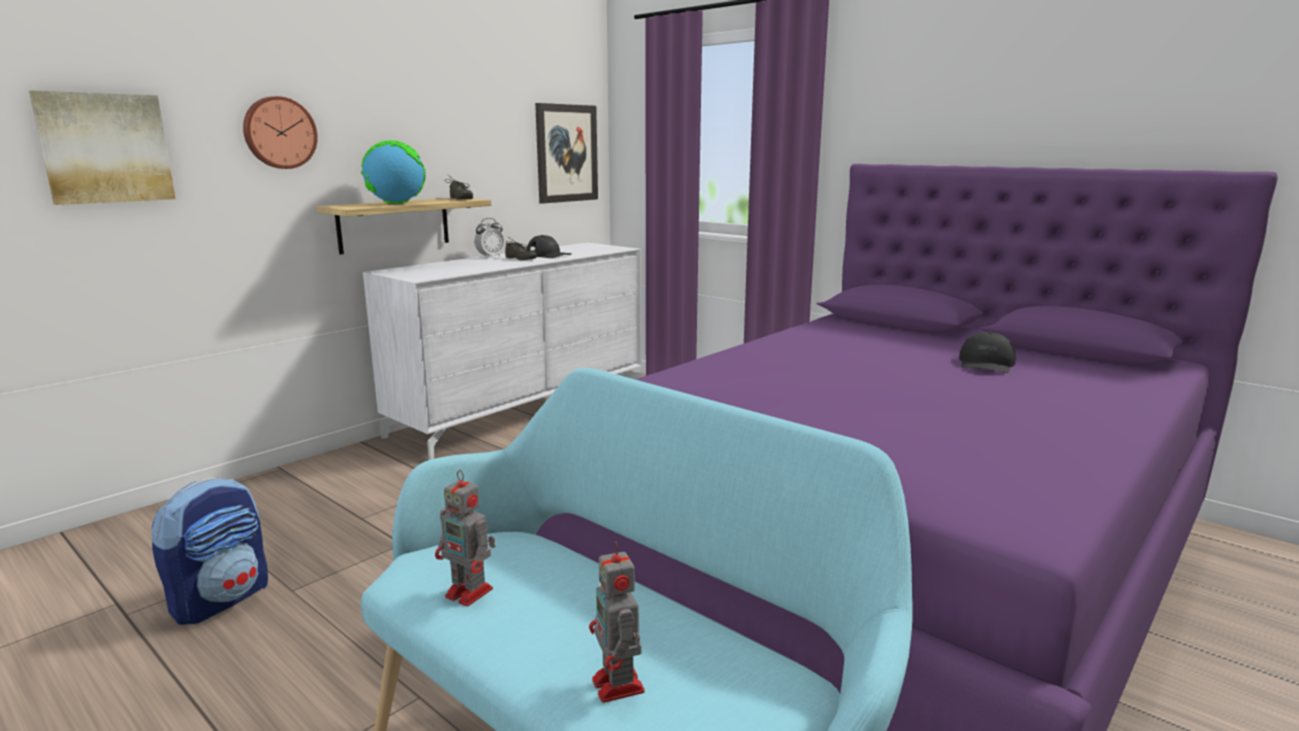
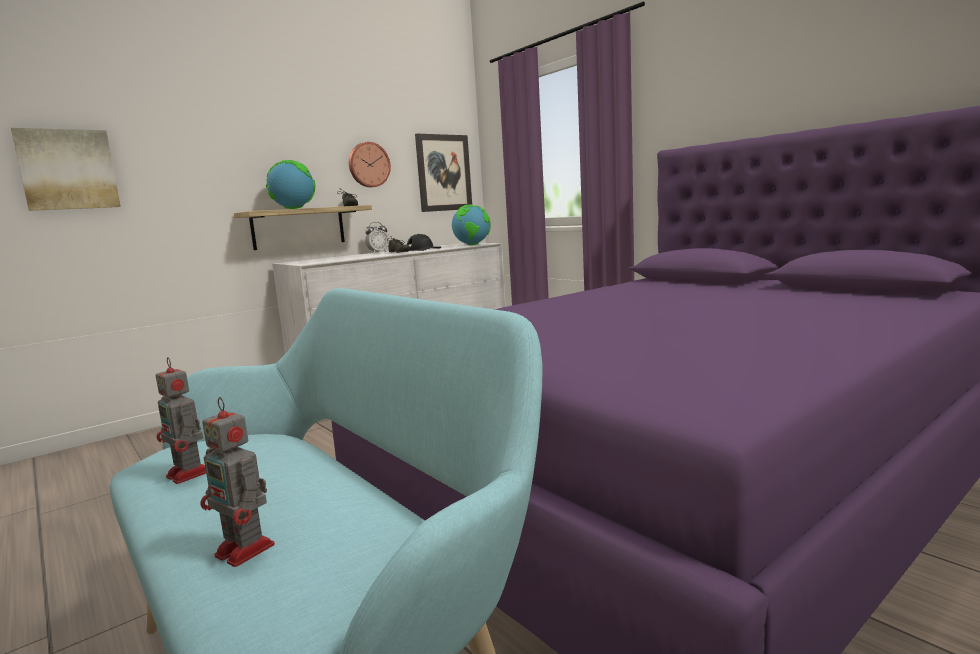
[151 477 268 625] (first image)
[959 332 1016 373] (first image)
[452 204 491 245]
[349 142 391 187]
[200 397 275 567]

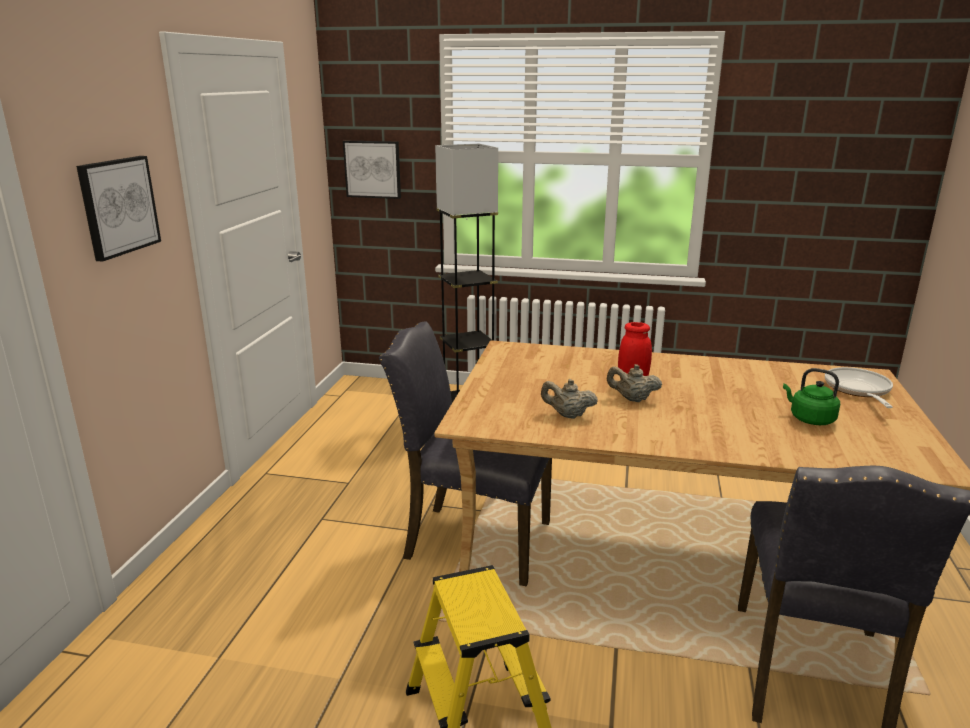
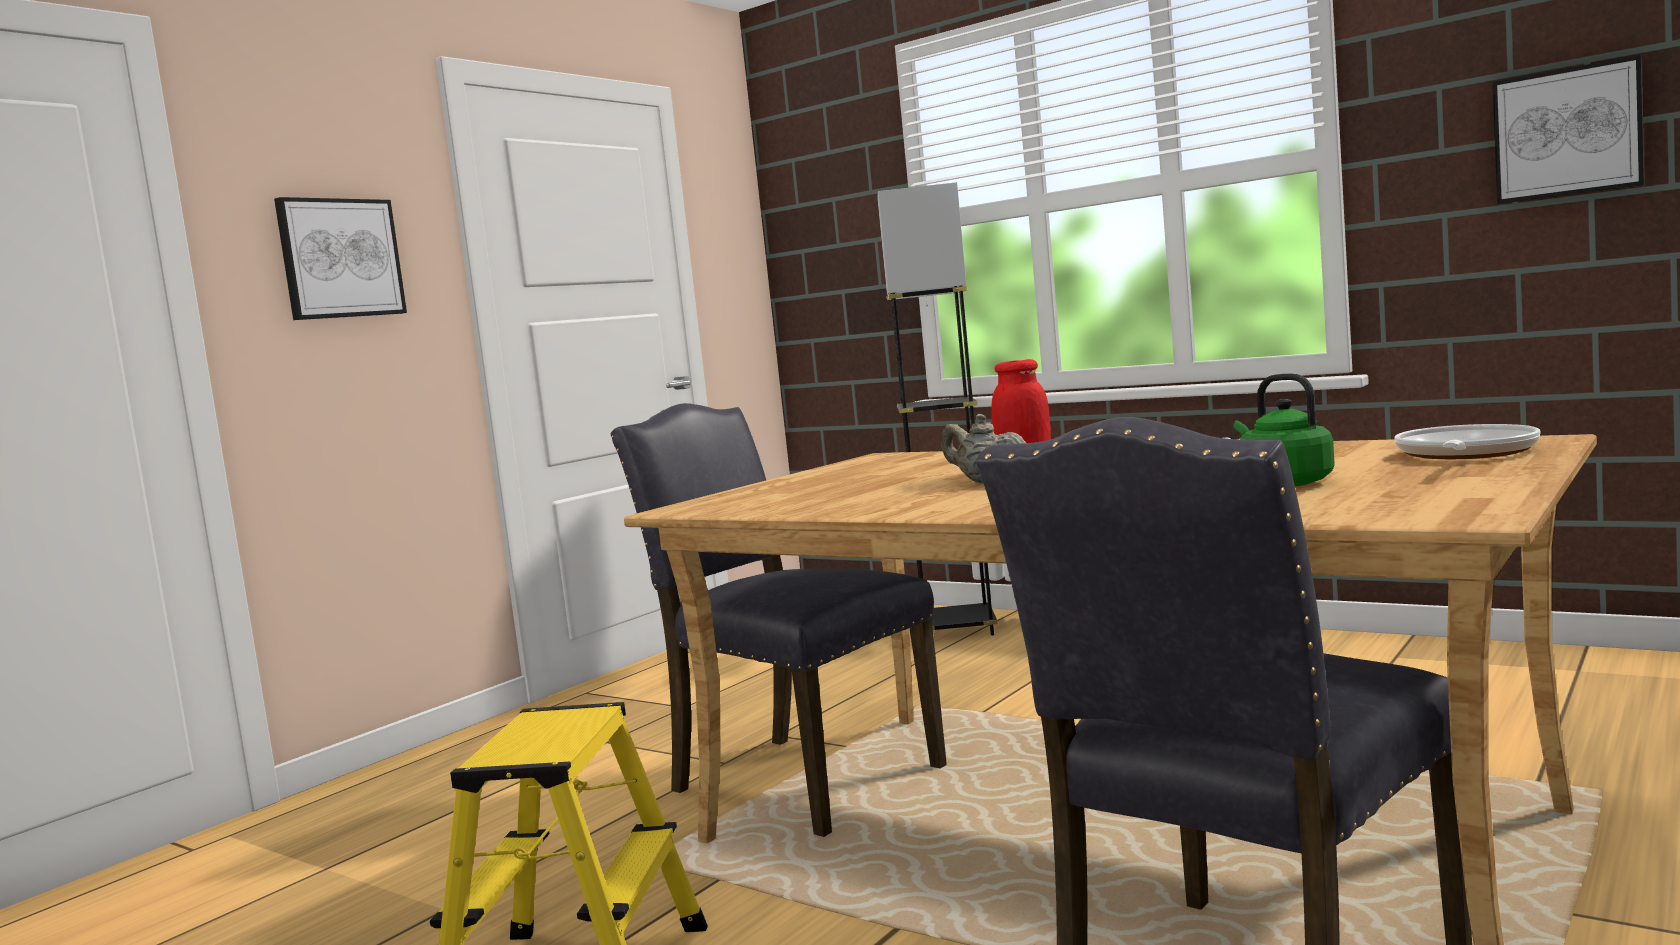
[541 379 598 419] (first image)
[1493 55 1644 204]

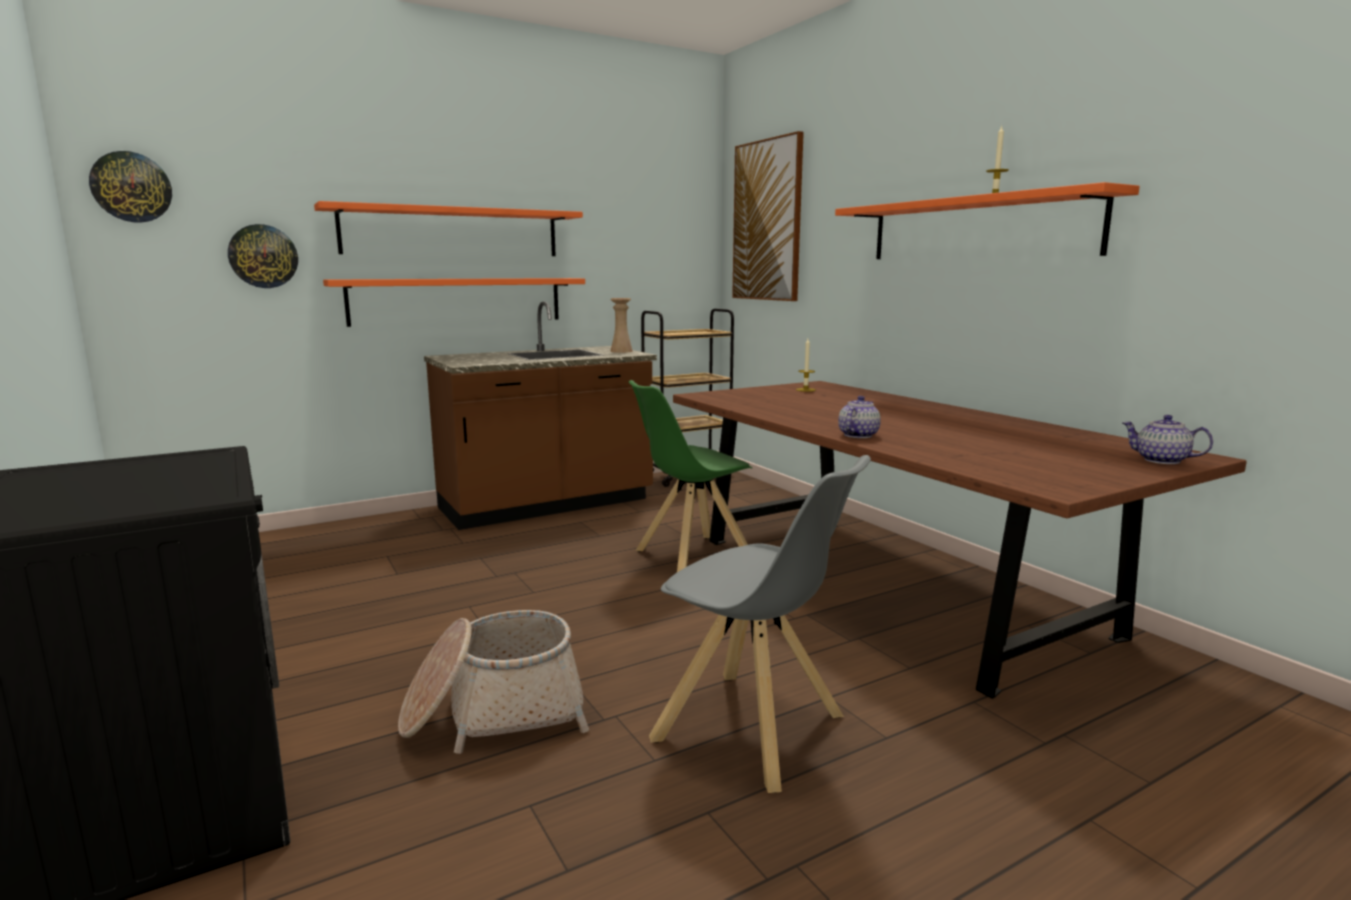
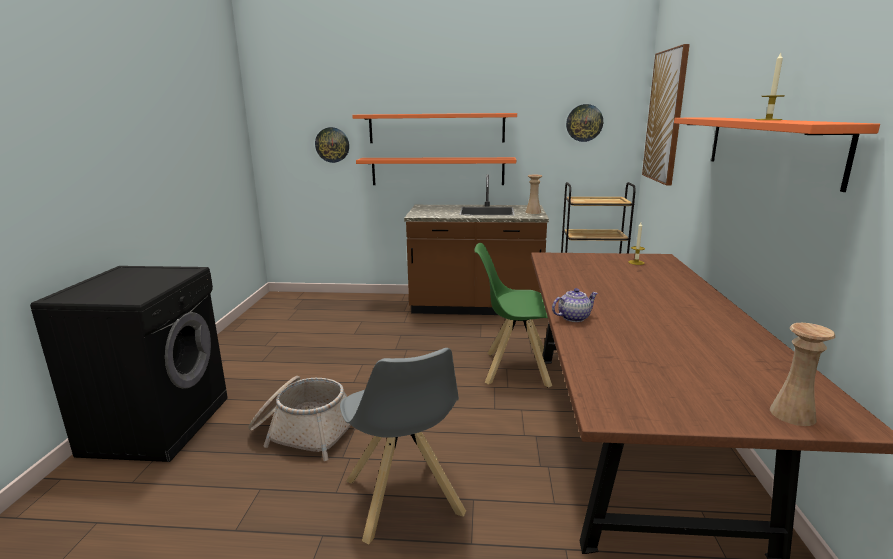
[566 104 603 142]
[770 323 835 426]

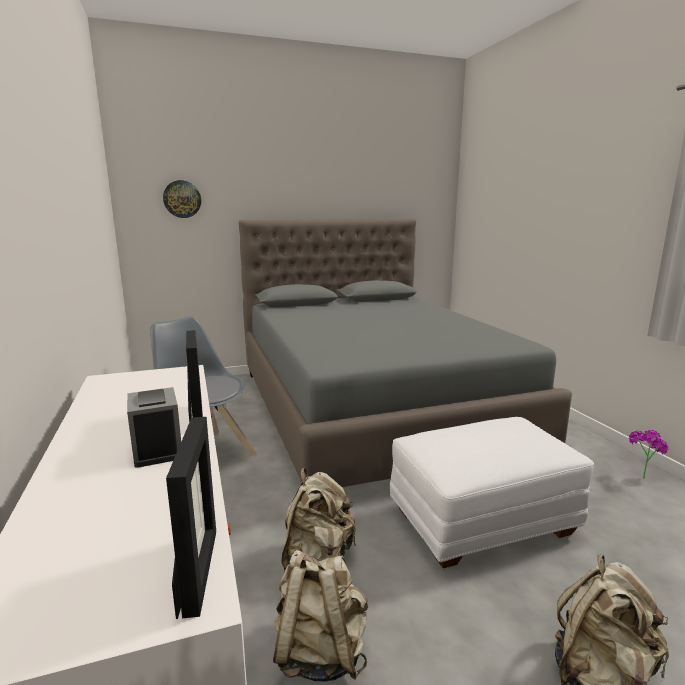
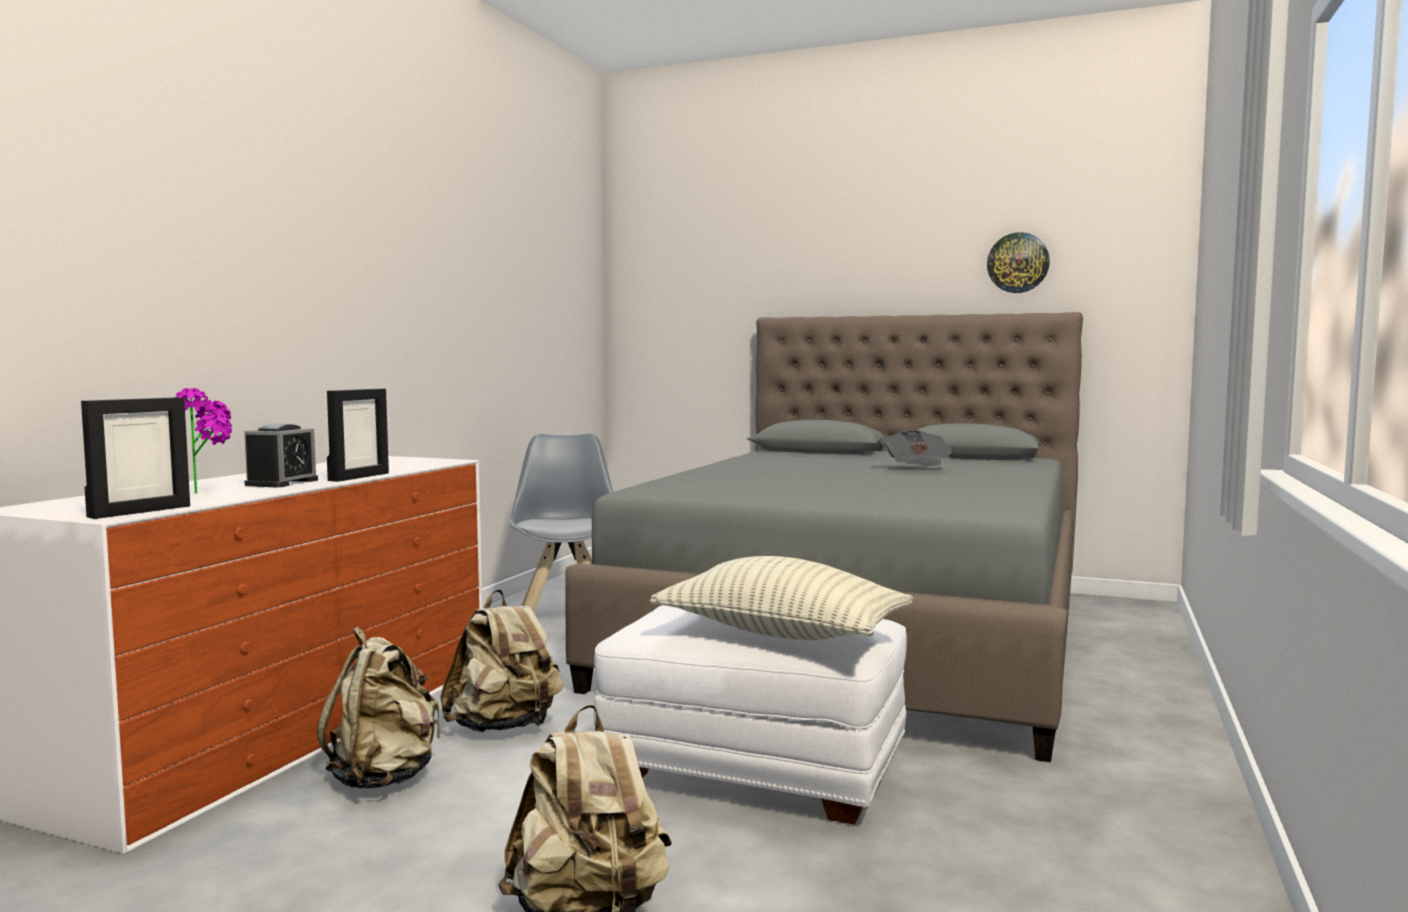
[650 556 913 640]
[880 430 953 466]
[987 232 1050 293]
[176 388 232 494]

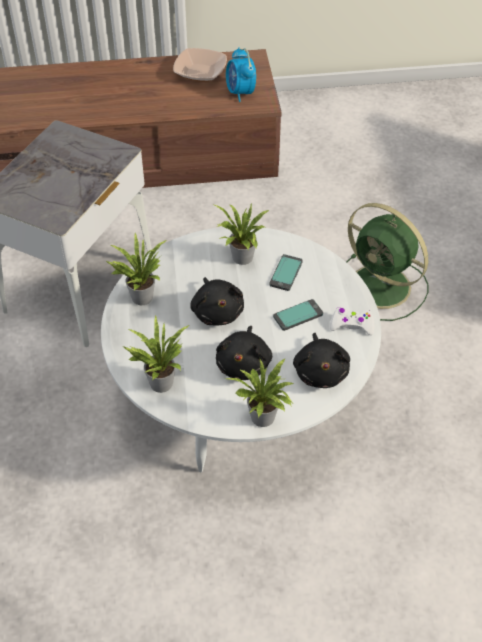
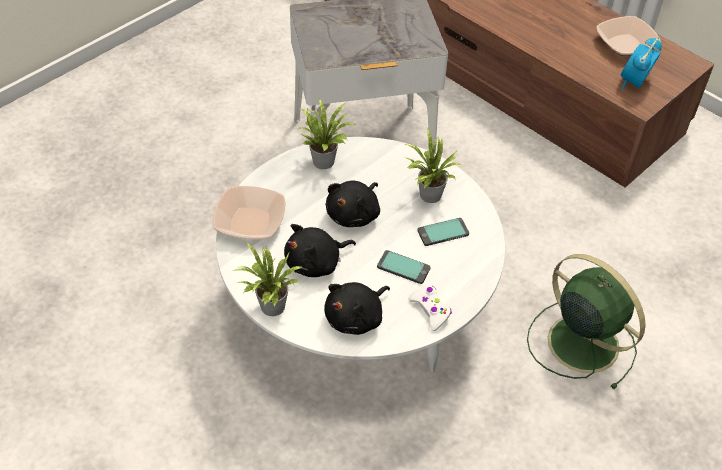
[212 186 286 239]
[527 254 646 389]

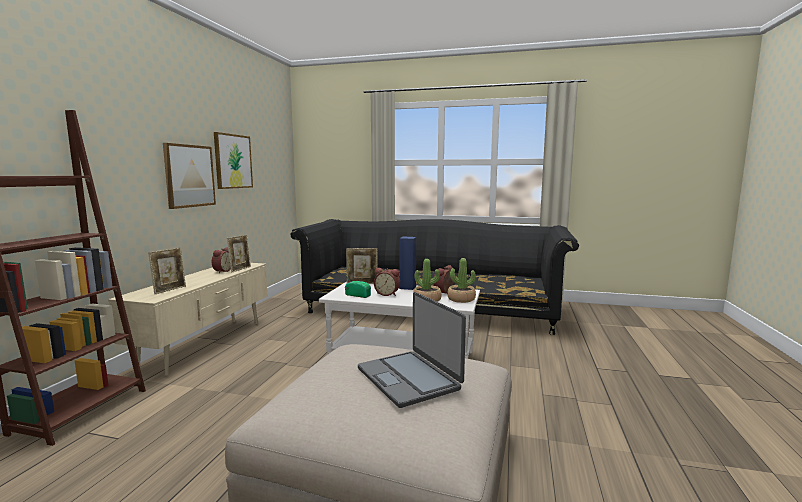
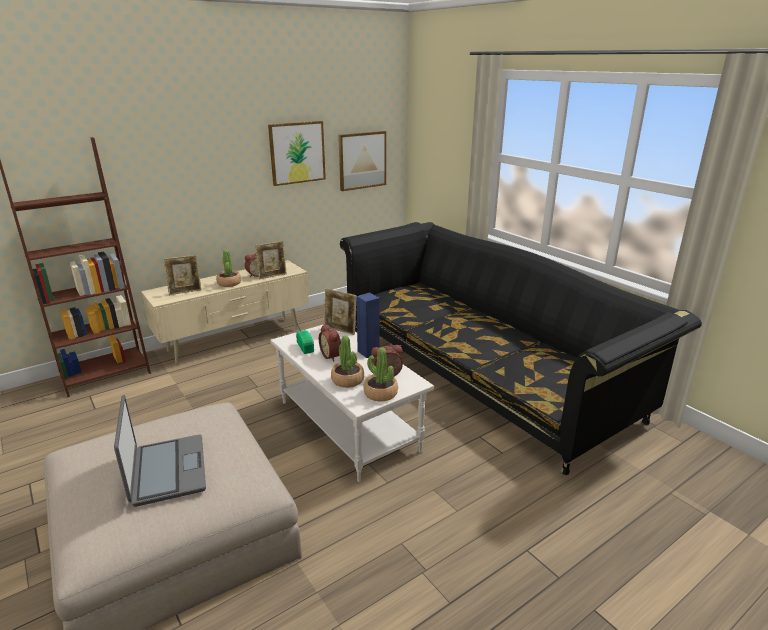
[216 249 241 287]
[338 131 386 191]
[114 395 206 507]

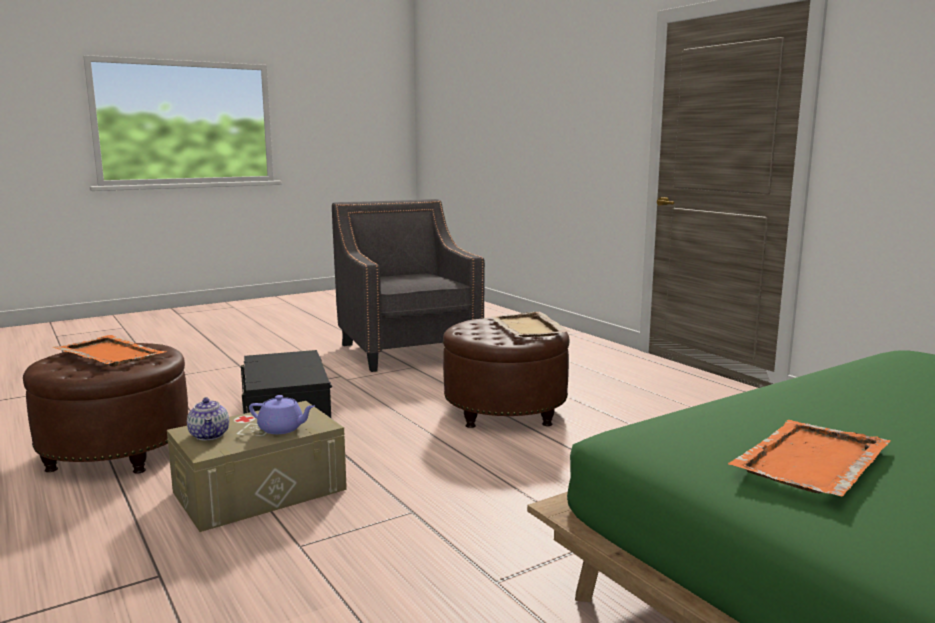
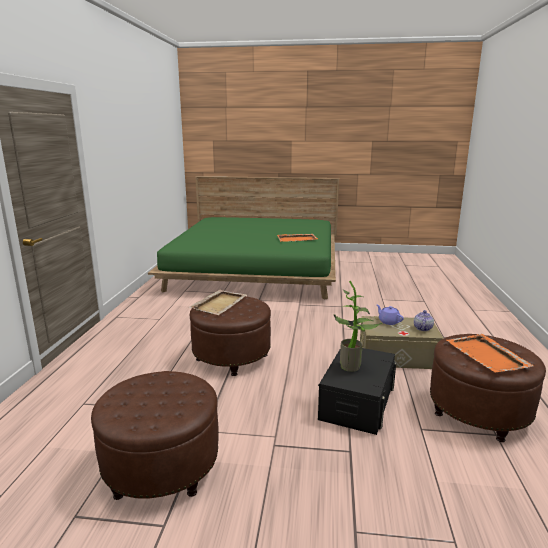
[334 281 382 372]
[91 371 219 500]

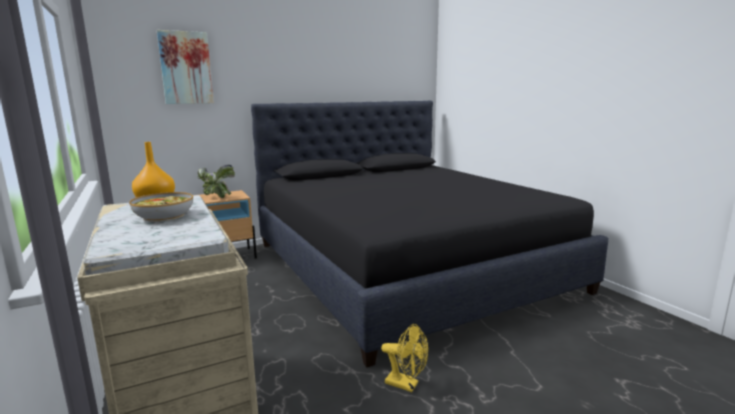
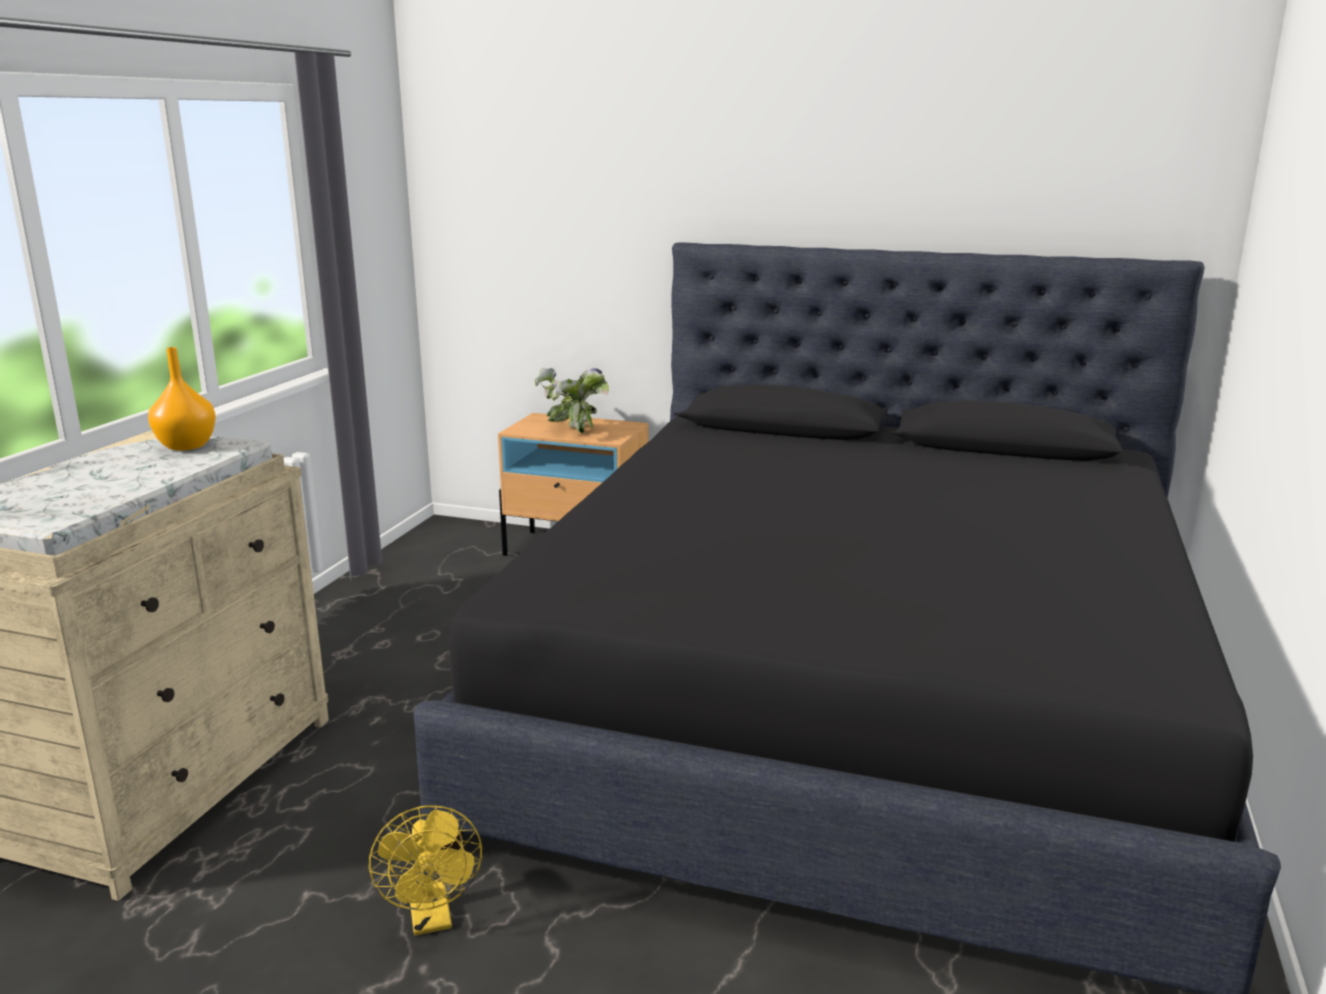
[129 192 193 222] (first image)
[157 30 214 104] (first image)

